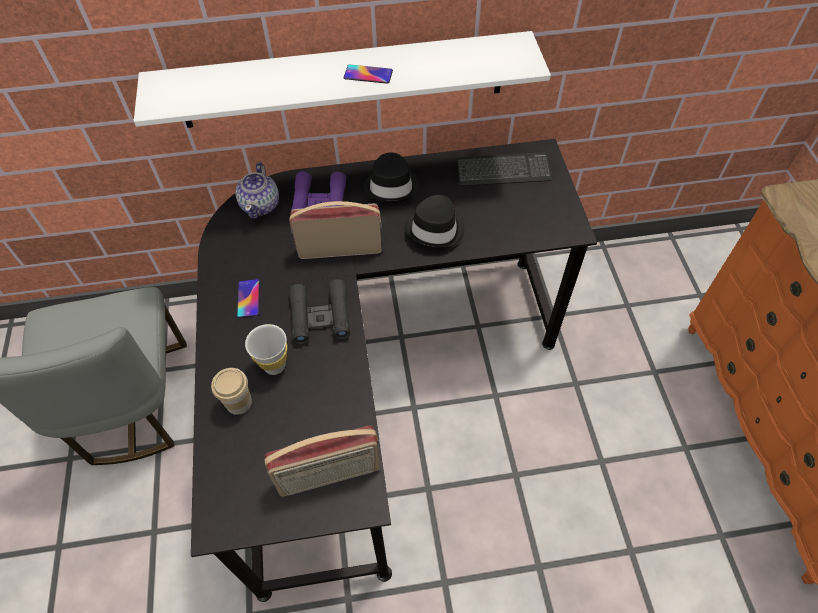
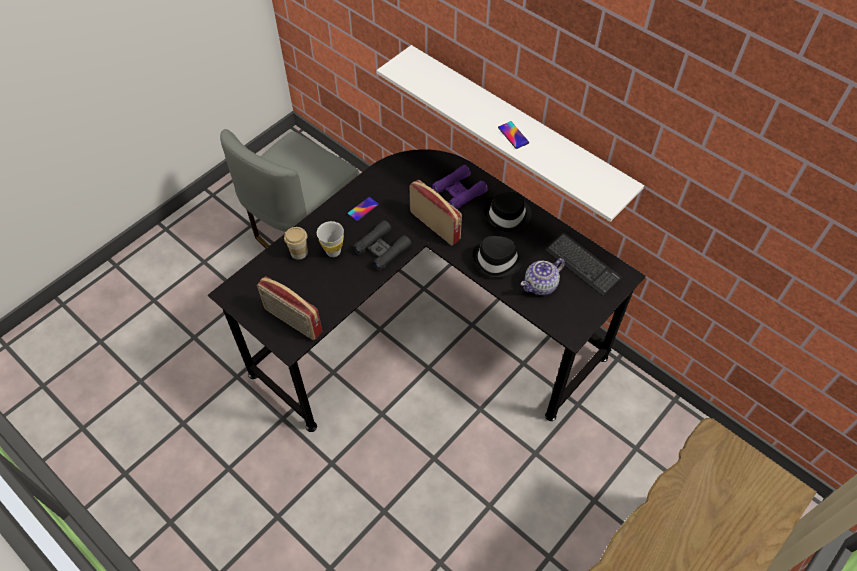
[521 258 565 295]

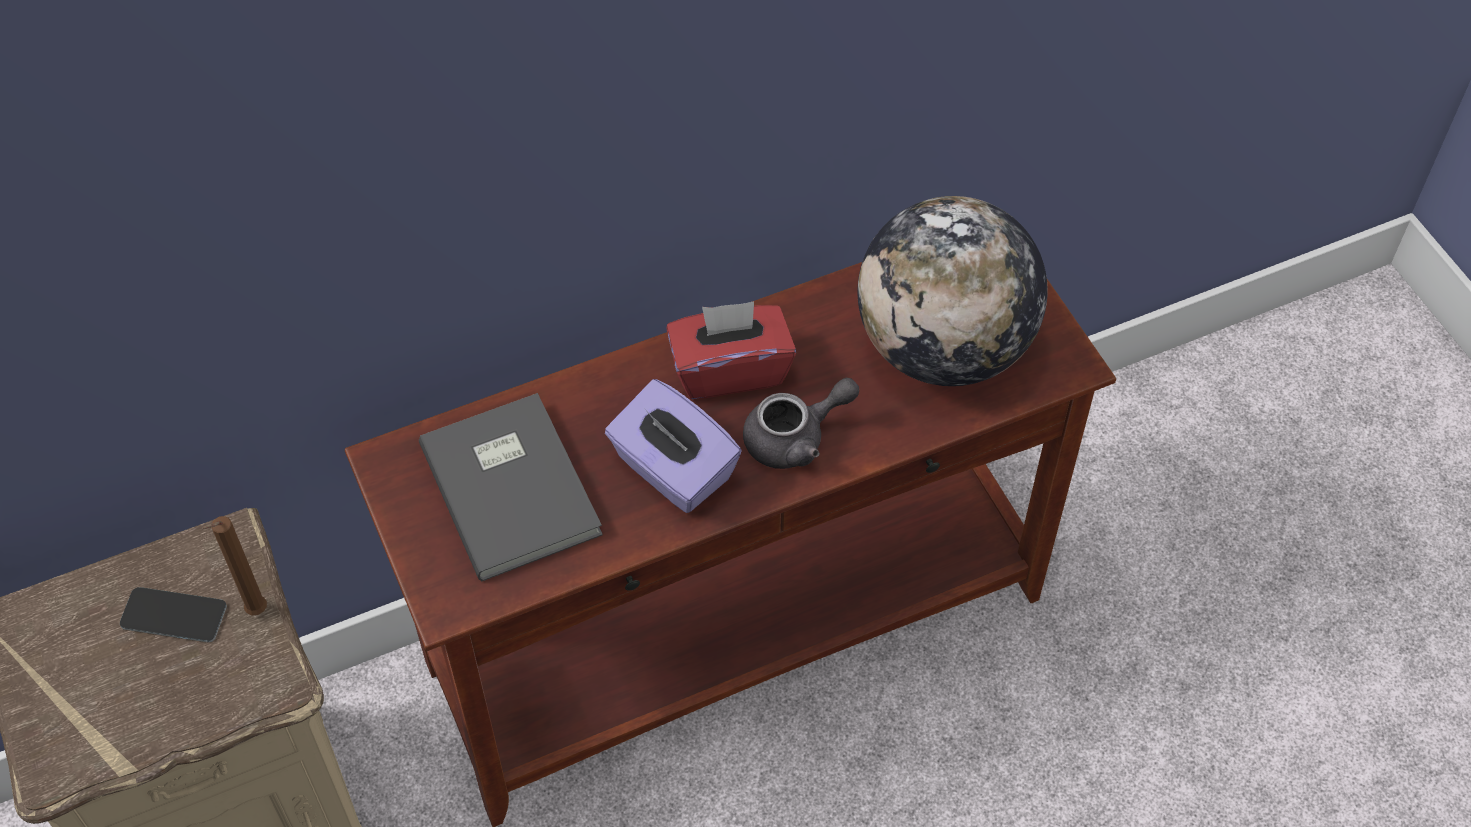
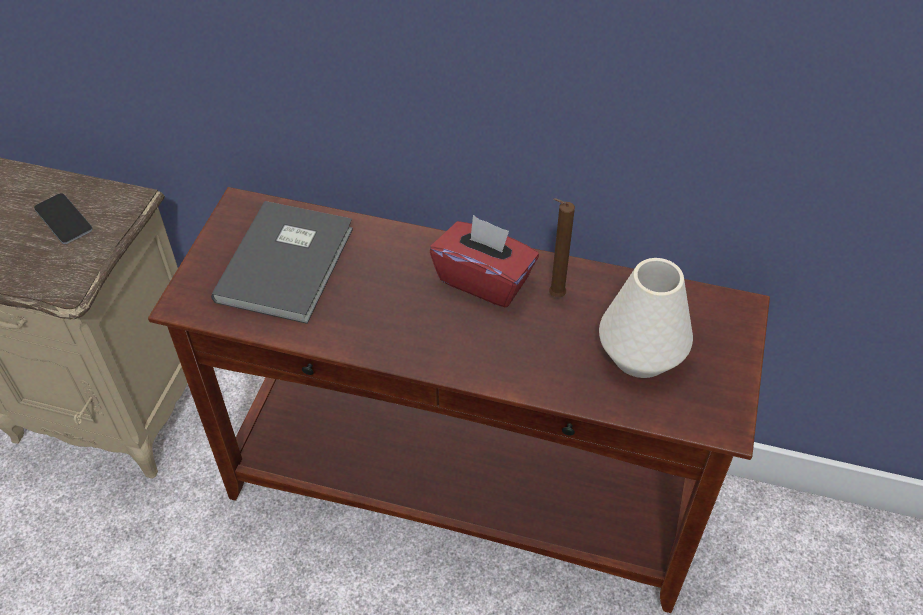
[605 379 742 513] (first image)
[743 378 859 469] (first image)
[549 198 575 297]
[599 258 693 378]

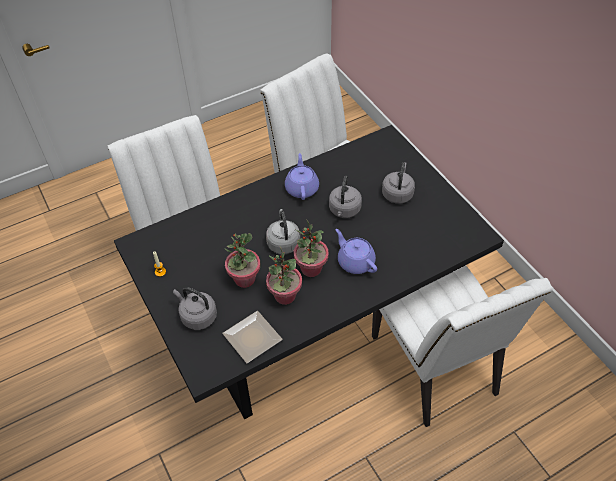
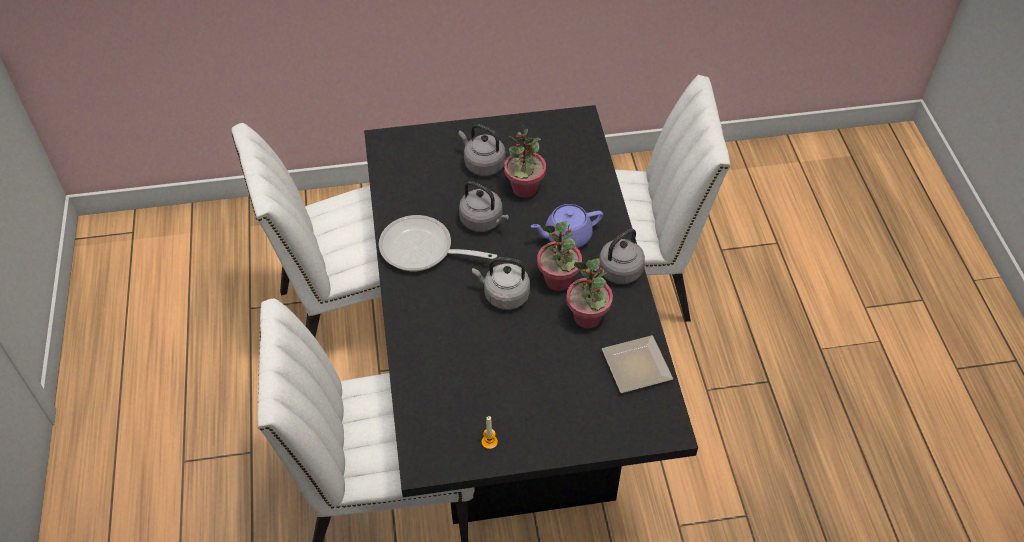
[594 229 645 284]
[504 124 546 198]
[379 215 498 271]

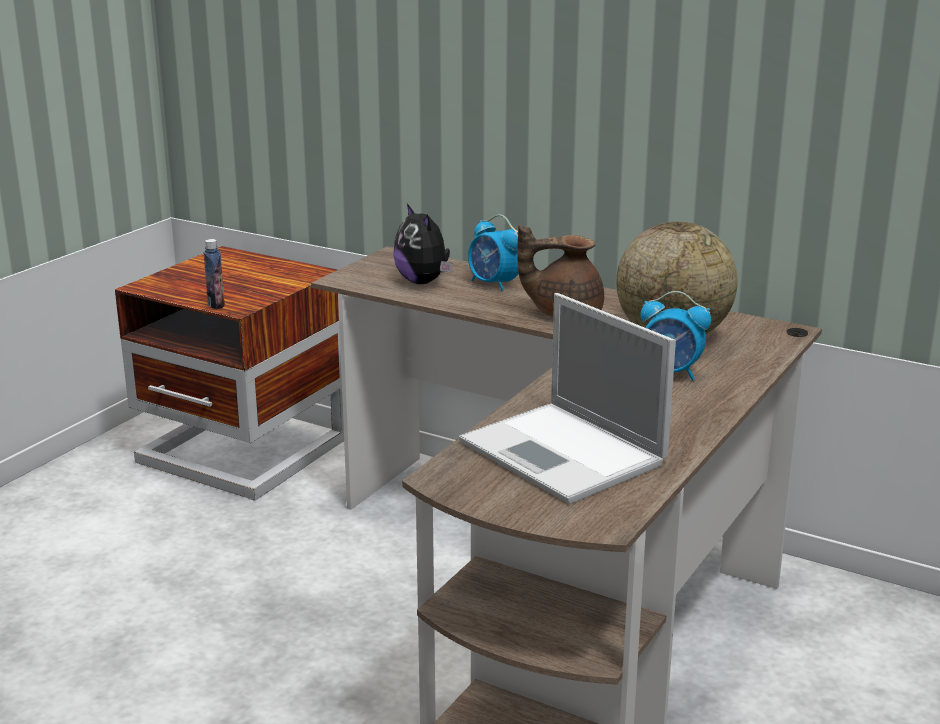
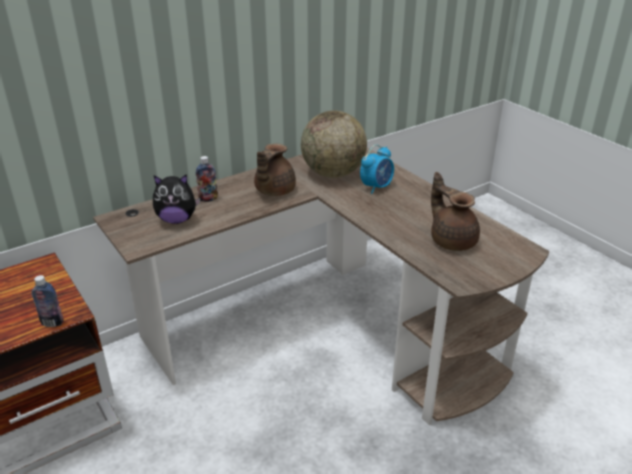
[431 172 480 251]
[196 156 218 202]

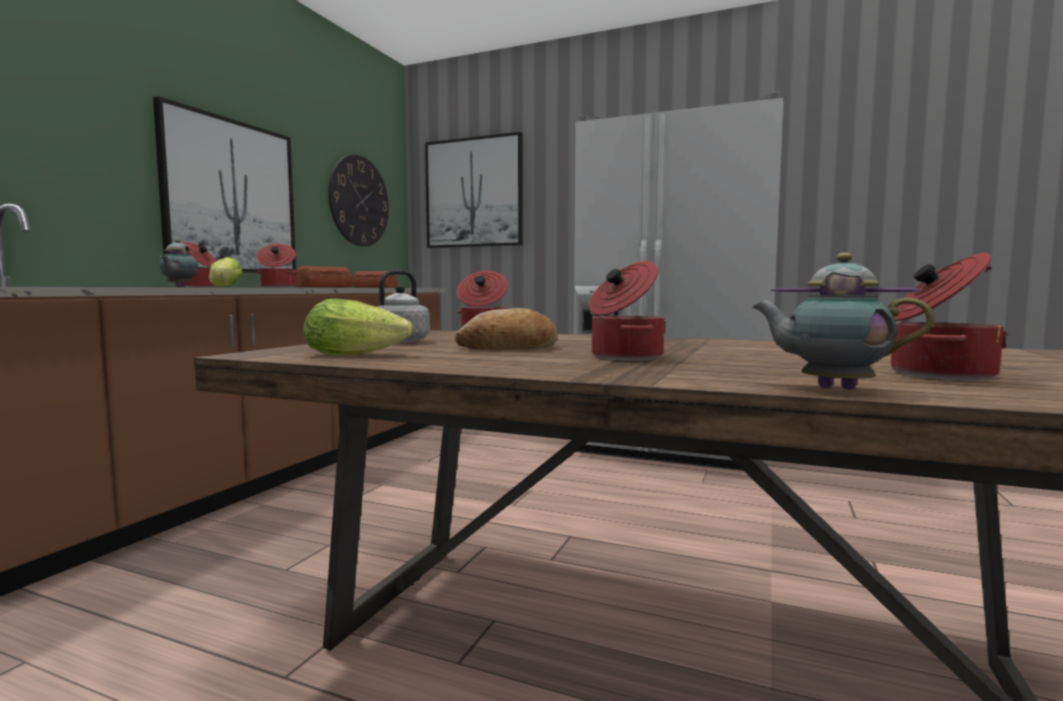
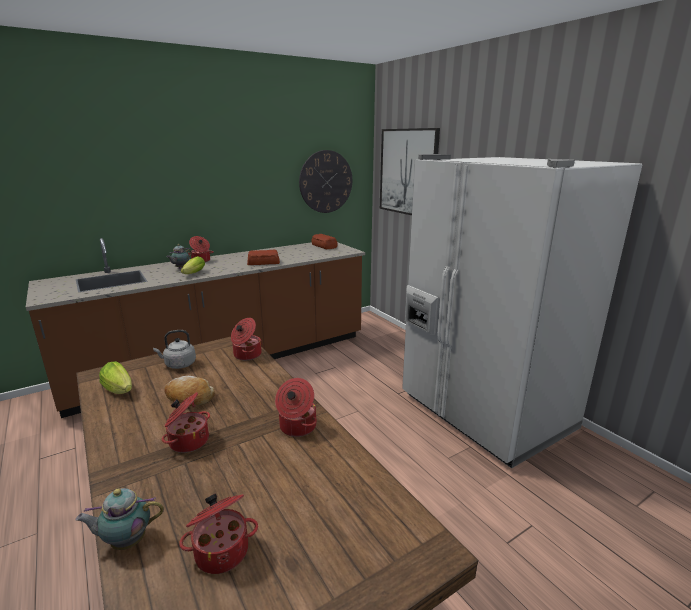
[153 96 296 273] (first image)
[275 378 317 437]
[75 488 164 550]

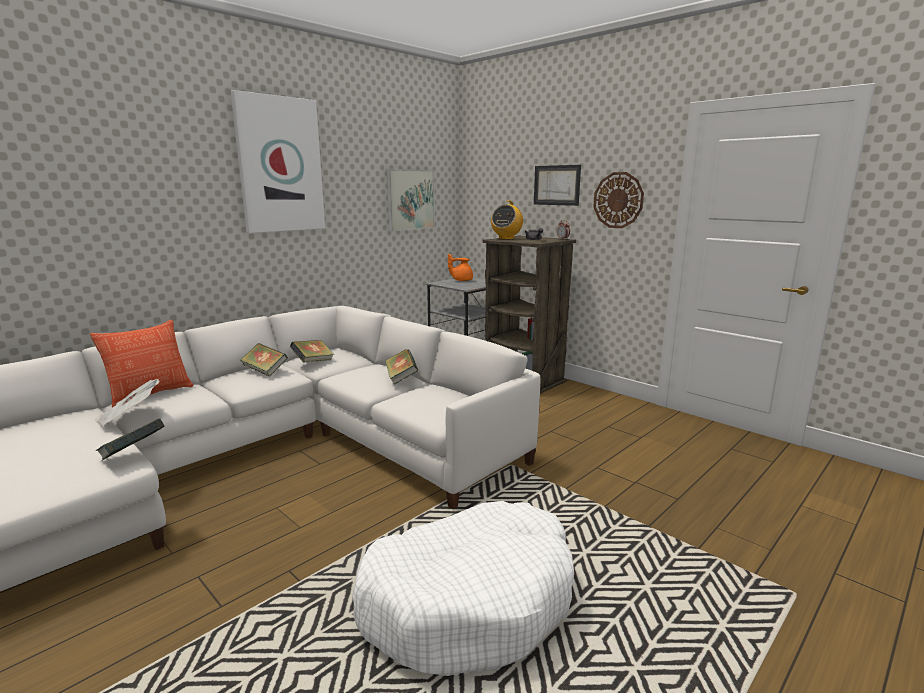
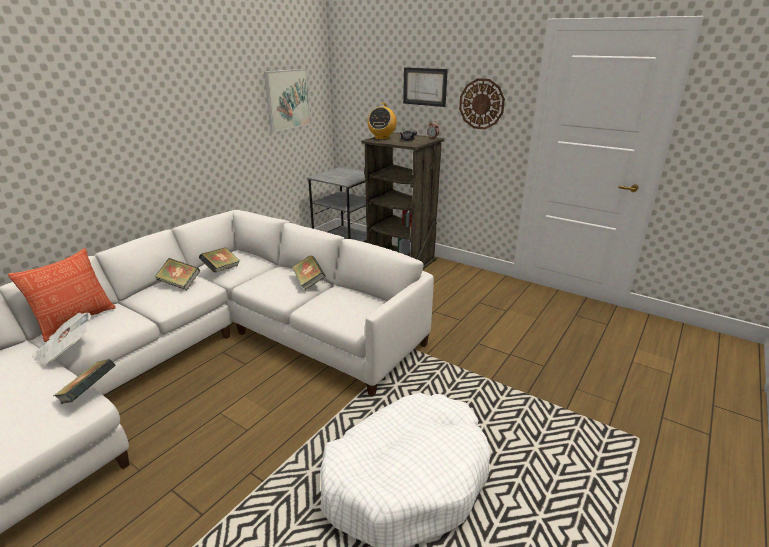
[231 90 325 233] (first image)
[448 254 473 281] (first image)

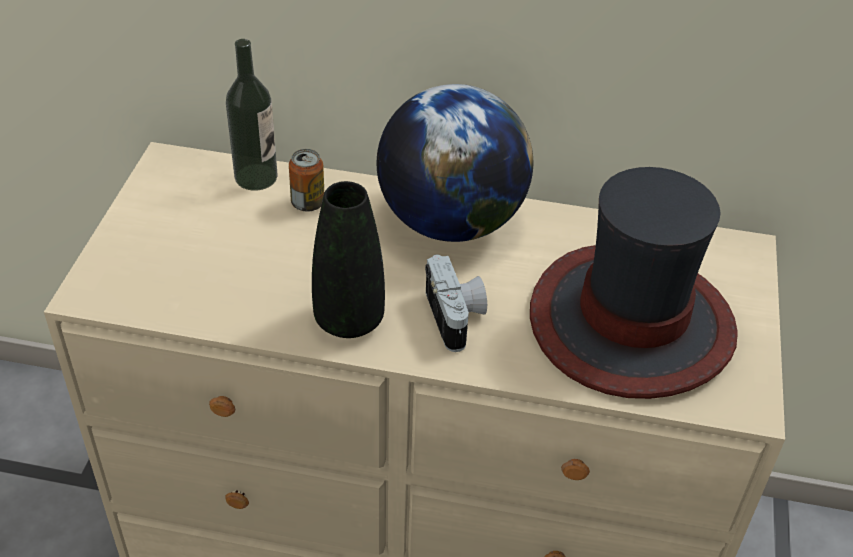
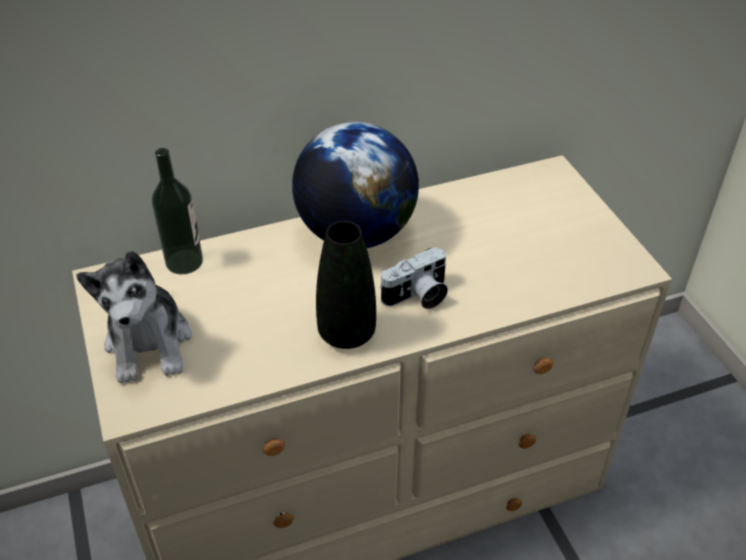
[289 149 324 212] (first image)
[530 167 738 399] (first image)
[76 250 192 384]
[380 247 448 309]

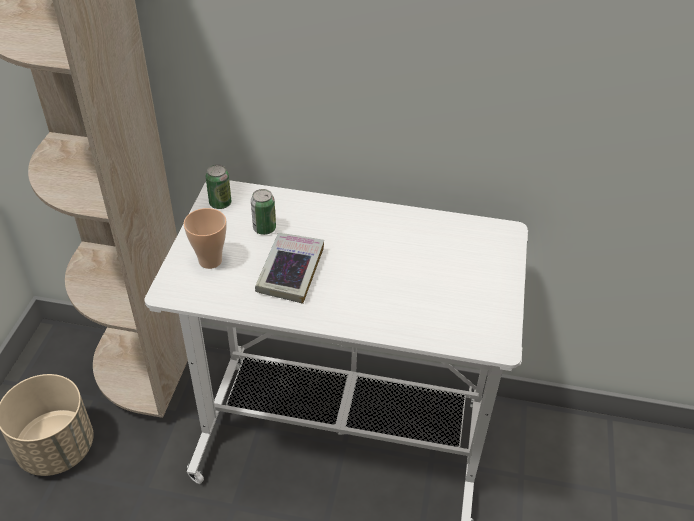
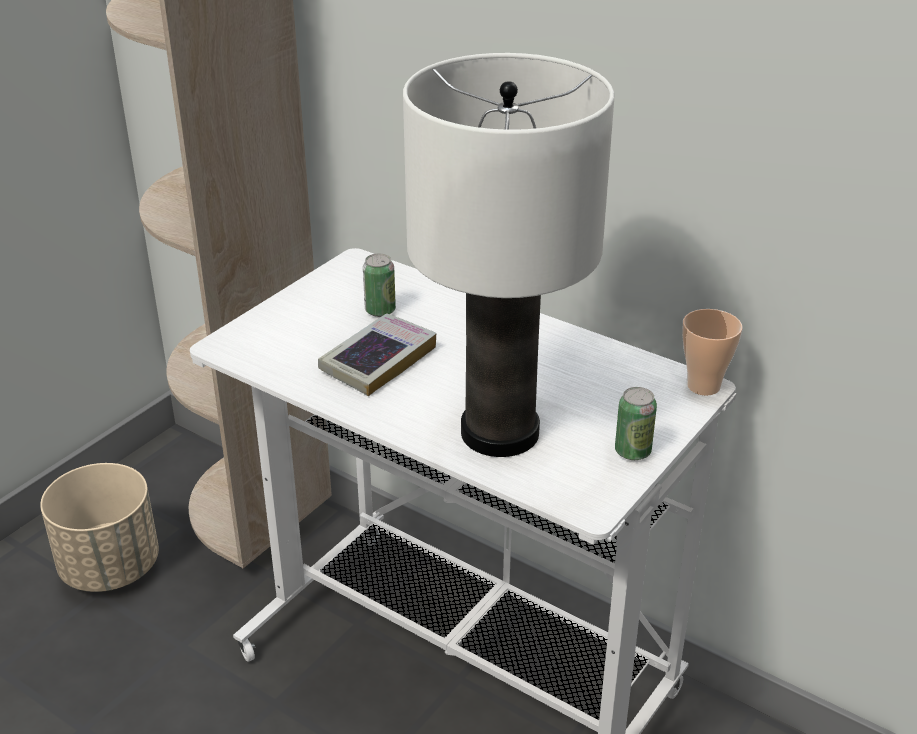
[403 53 614 457]
[682 309 743 395]
[615 387 657 460]

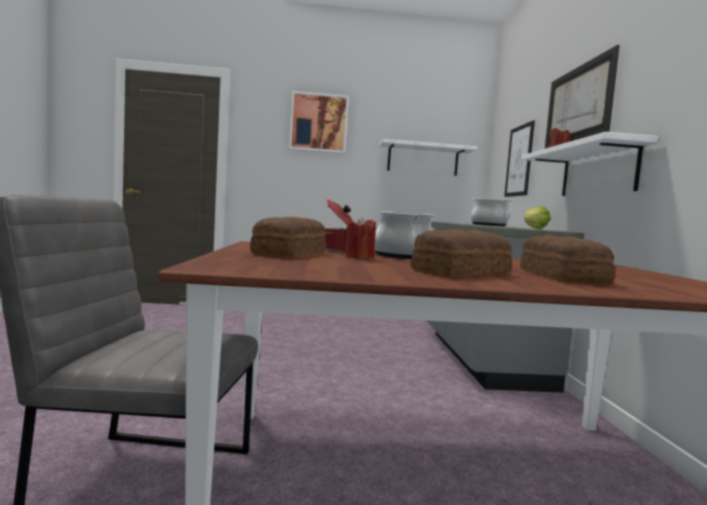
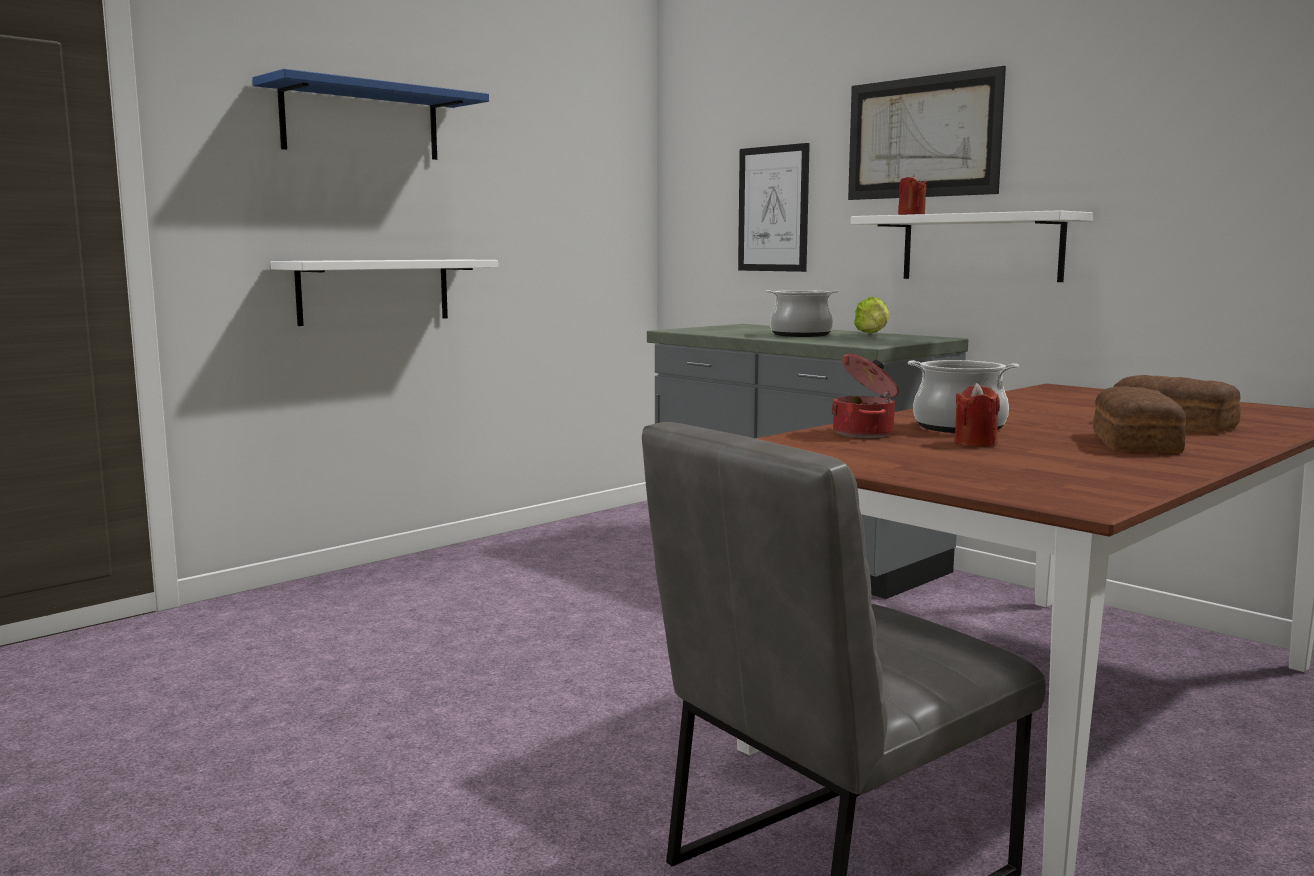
[250 217 326 258] (first image)
[270 259 498 326]
[252 69 489 160]

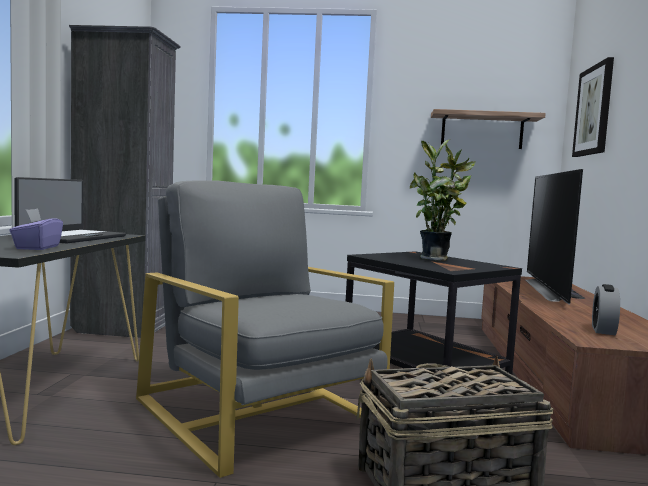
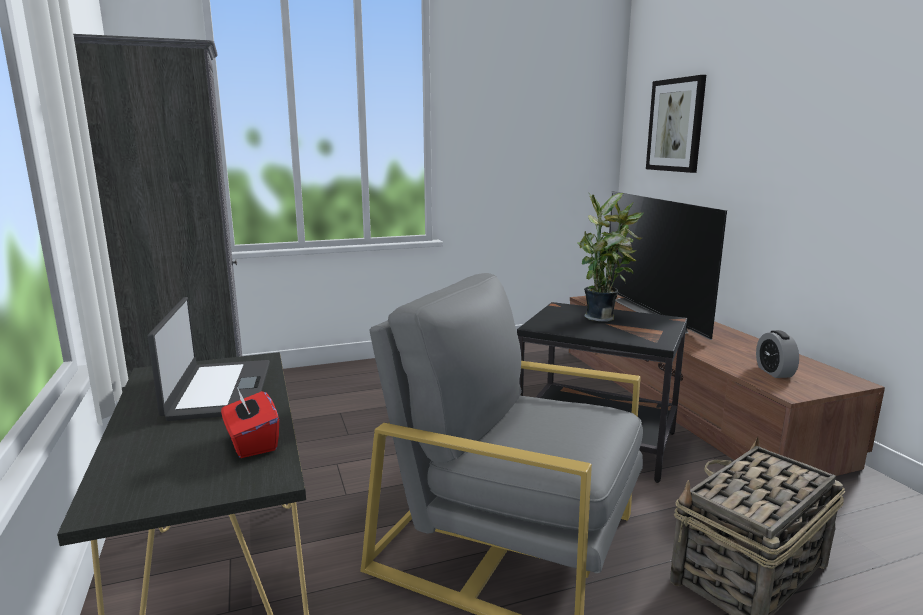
[431 109 546 149] (first image)
[221 387 279 458]

